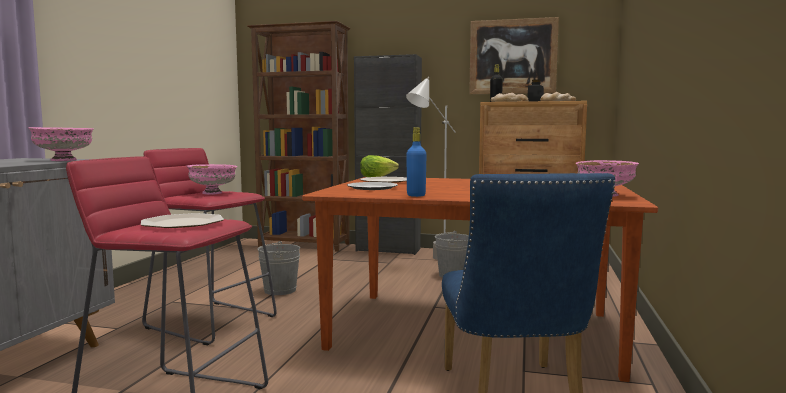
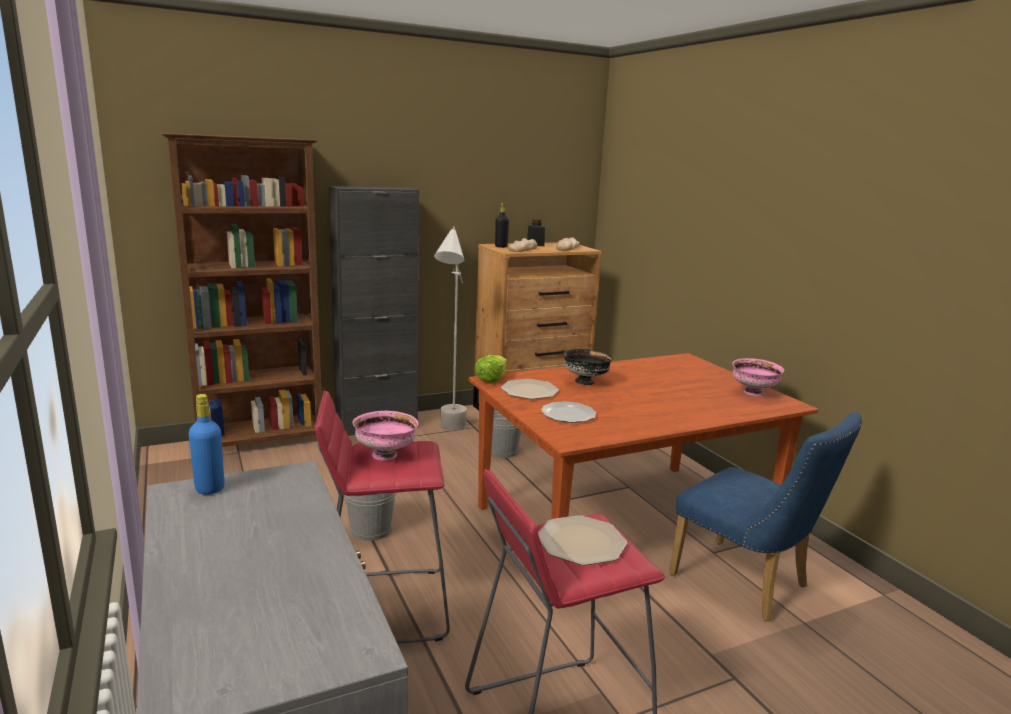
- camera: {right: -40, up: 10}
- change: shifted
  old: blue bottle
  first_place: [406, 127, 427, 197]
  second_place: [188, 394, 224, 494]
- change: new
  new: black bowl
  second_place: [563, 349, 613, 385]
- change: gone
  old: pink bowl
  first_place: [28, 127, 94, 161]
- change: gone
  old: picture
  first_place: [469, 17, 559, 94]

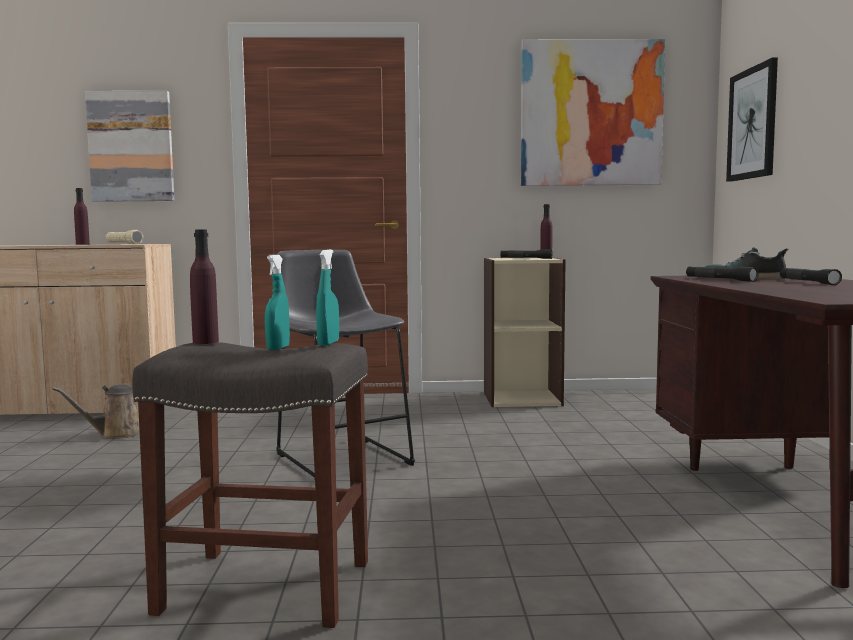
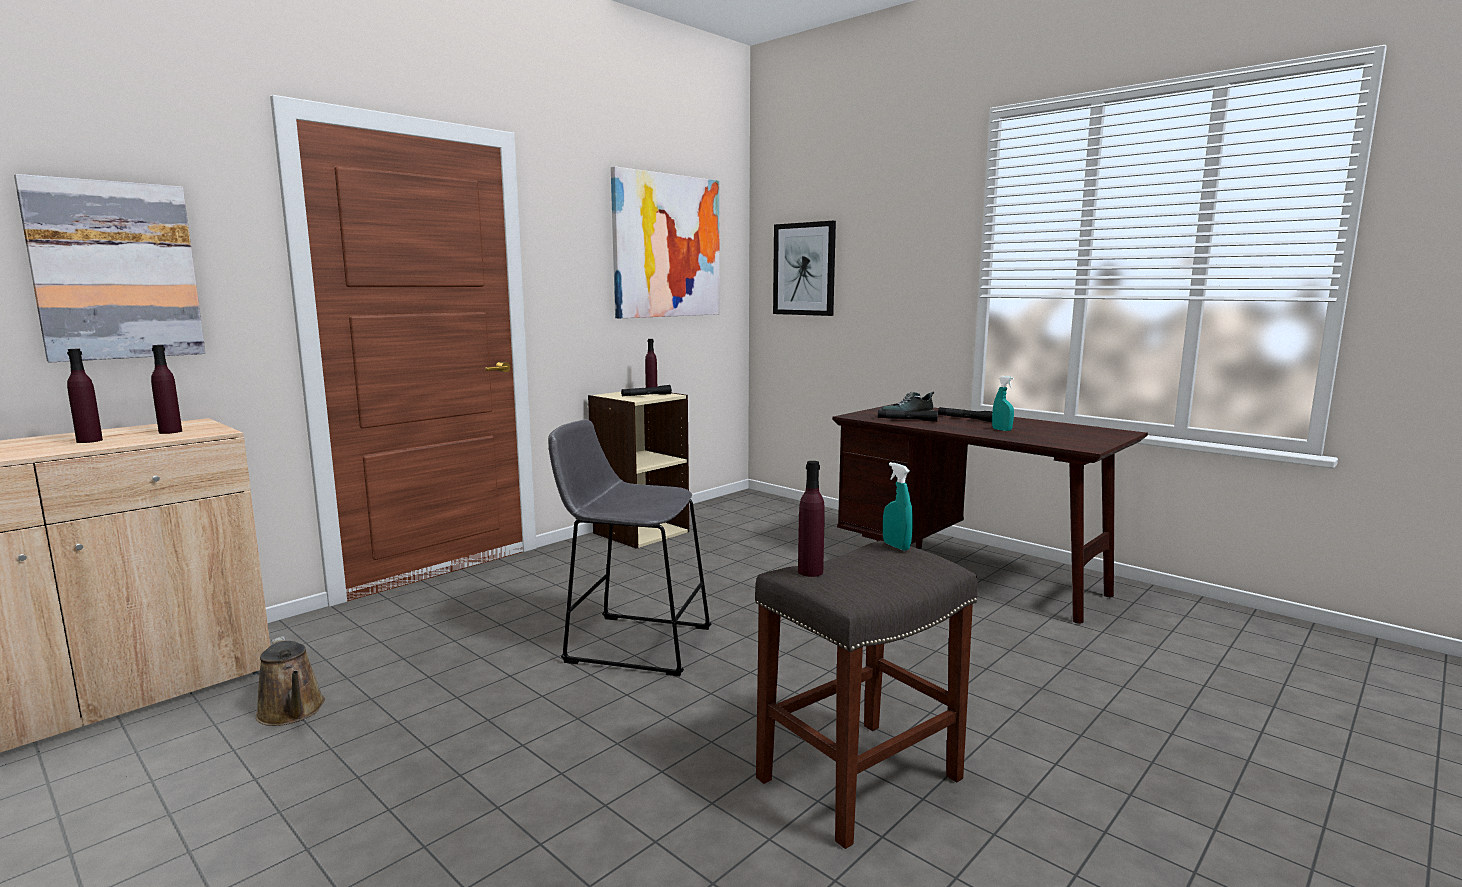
- camera: {right: -45, up: 5}
- change: swapped
  old: beige flashlight
  new: purple bottle
  first_place: [106, 230, 144, 244]
  second_place: [151, 345, 182, 434]
- change: rotated
  old: brown watering can
  first_place: [52, 384, 140, 439]
  second_place: [256, 636, 325, 726]
  degrees: -45
- change: shifted
  old: turquoise spray bottle
  first_place: [265, 255, 290, 350]
  second_place: [992, 376, 1014, 431]

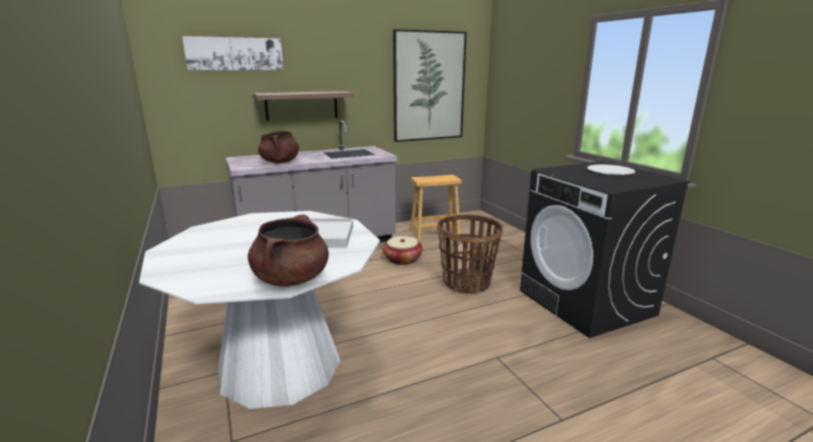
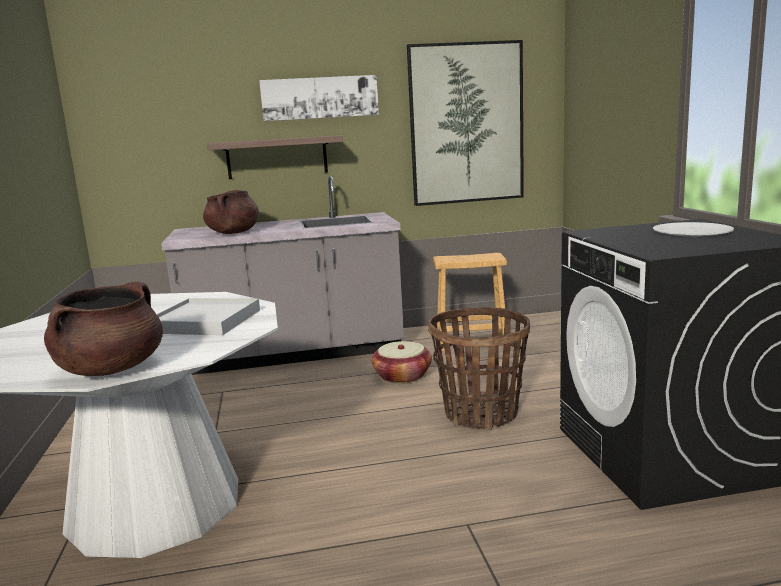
- camera: {right: 15, up: -5}
- change: shifted
  old: picture
  first_place: [182, 36, 283, 70]
  second_place: [259, 75, 379, 121]

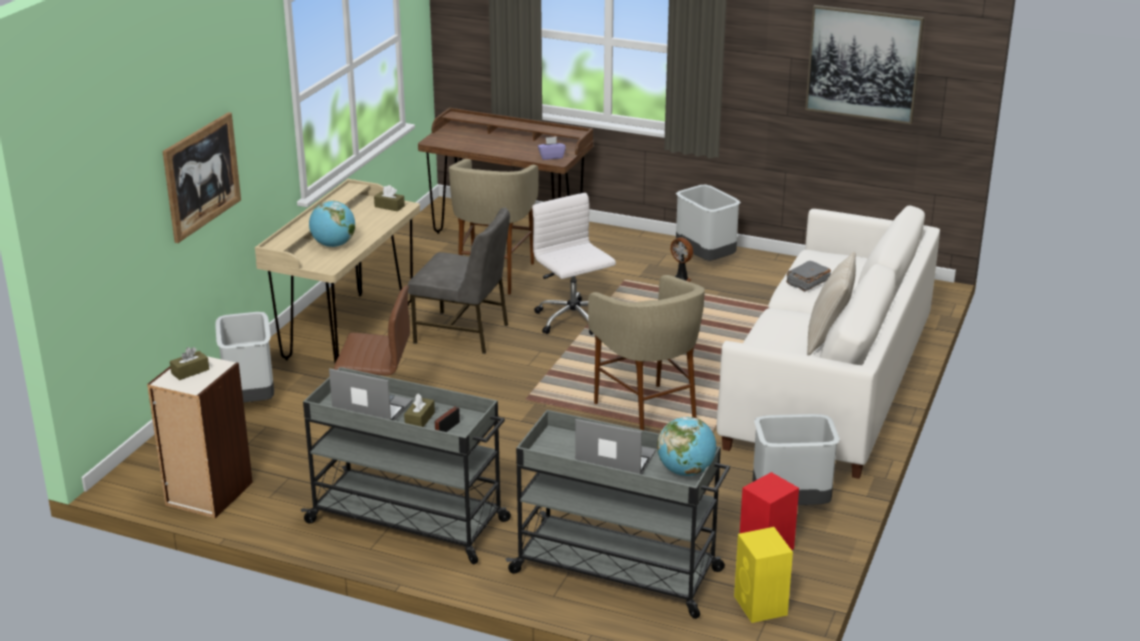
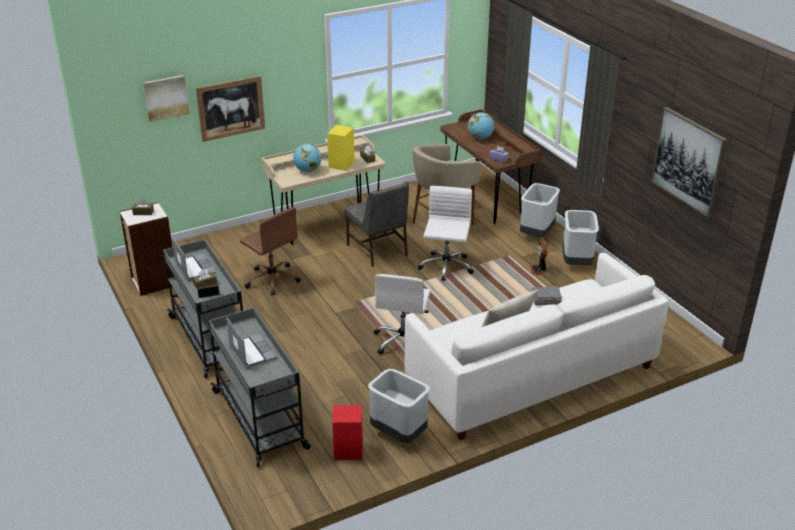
- camera: {right: 40, up: 5}
- change: new
  new: picture
  second_place: [143, 75, 189, 122]
- change: shifted
  old: yellow speaker
  first_place: [734, 527, 793, 623]
  second_place: [327, 125, 355, 171]
- change: swapped
  old: beige stool
  new: white office chair
  first_place: [588, 275, 705, 430]
  second_place: [374, 274, 430, 354]
- change: shifted
  old: globe
  first_place: [657, 417, 716, 476]
  second_place: [468, 113, 494, 139]
- change: shifted
  old: grey trash can
  first_place: [215, 312, 274, 403]
  second_place: [520, 183, 560, 237]

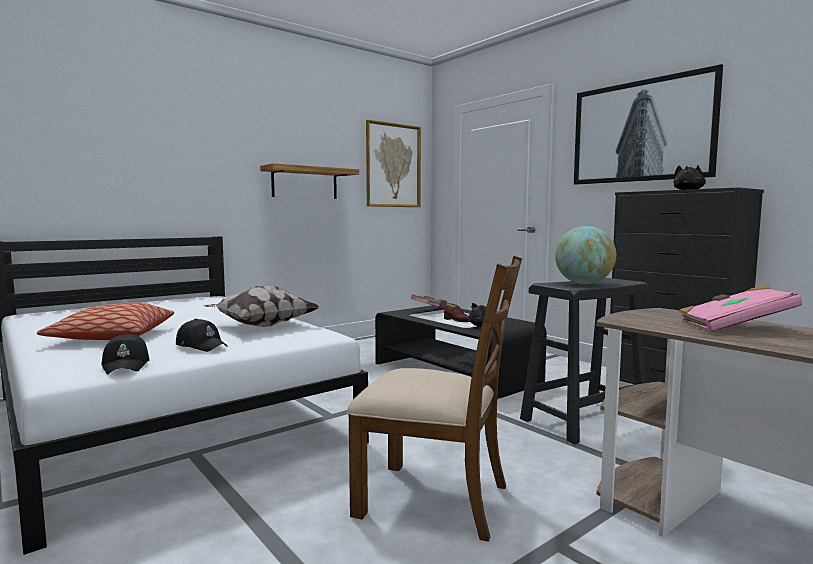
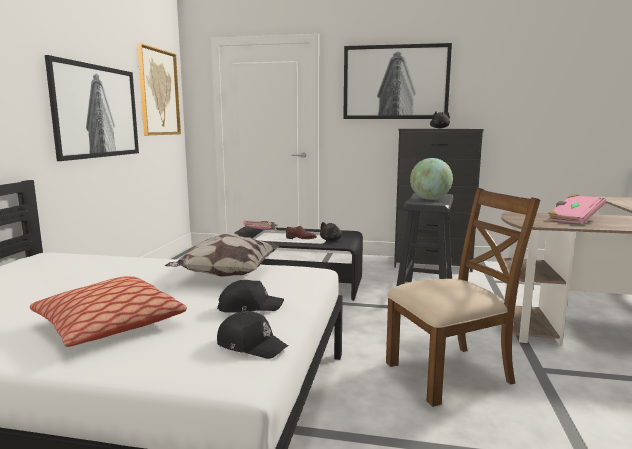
- camera: {right: -40, up: 5}
- change: swapped
  old: shelf
  new: picture
  first_place: [260, 163, 359, 199]
  second_place: [45, 55, 139, 161]

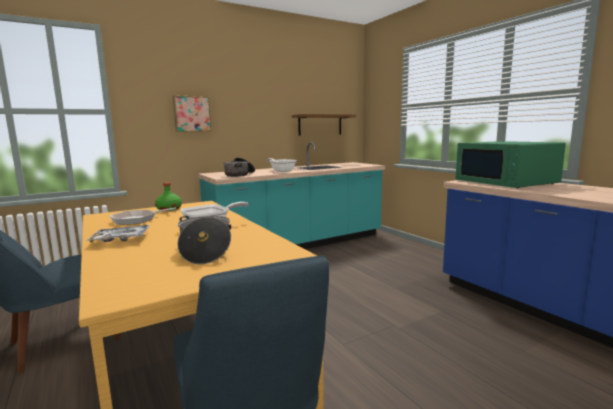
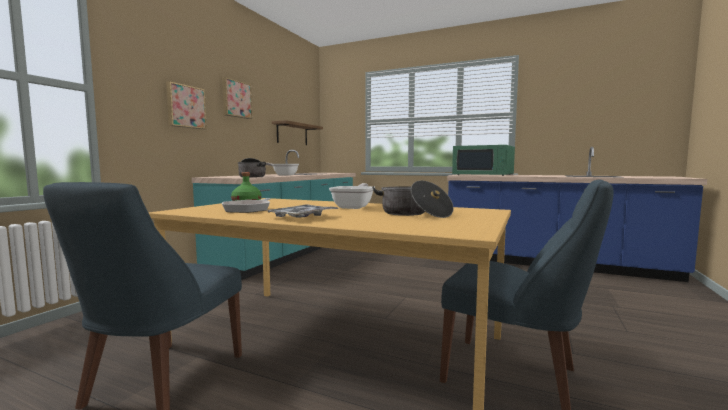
- camera: {right: -35, up: -5}
- change: new
  new: picture
  second_place: [222, 77, 252, 119]

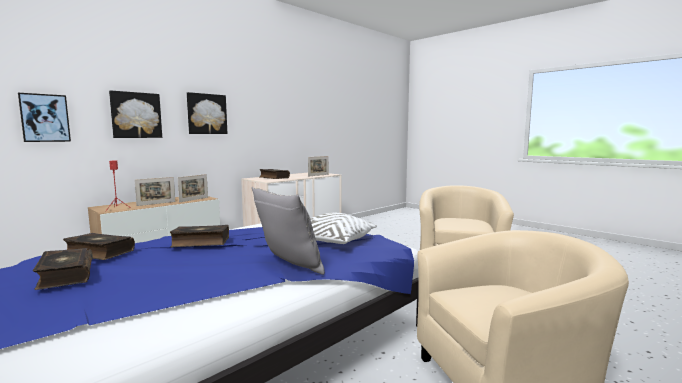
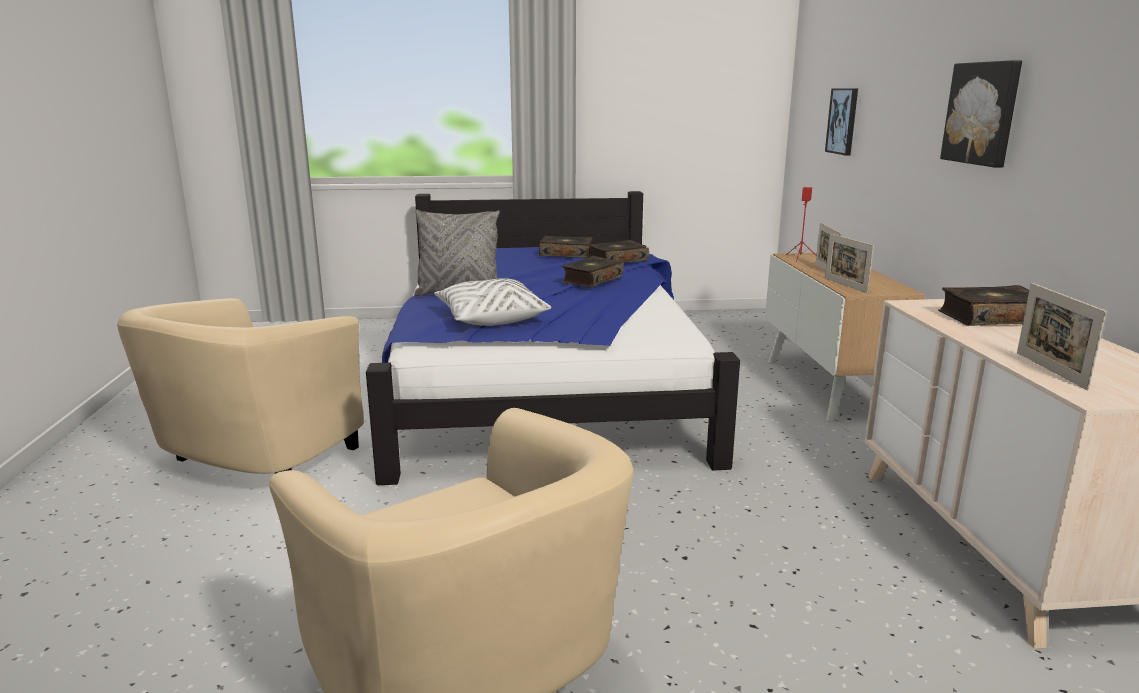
- camera: {right: 130, up: 10}
- change: gone
  old: picture
  first_place: [109, 91, 162, 138]

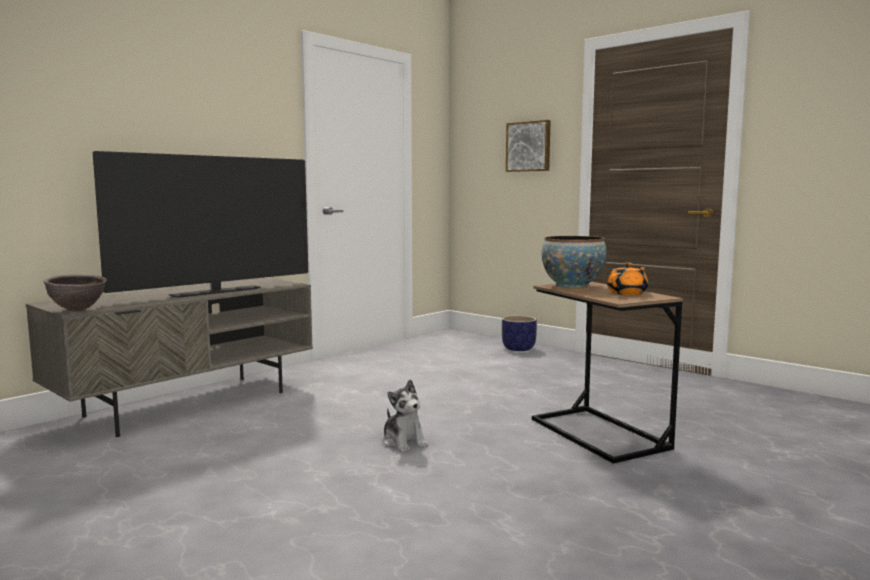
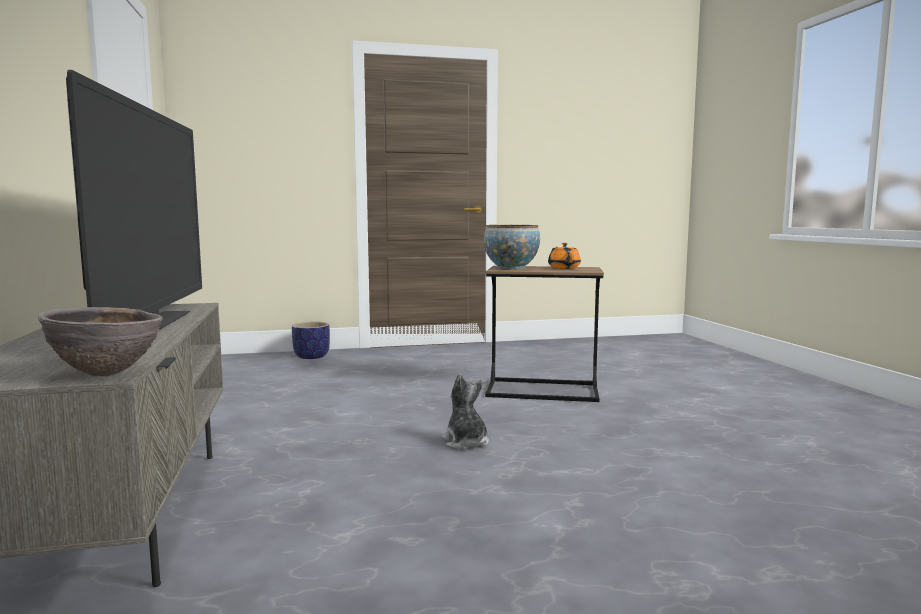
- camera: {right: -55, up: 0}
- change: rotated
  old: plush toy
  first_place: [382, 380, 428, 453]
  second_place: [442, 373, 489, 450]
  degrees: -120
- change: gone
  old: picture
  first_place: [506, 120, 551, 172]

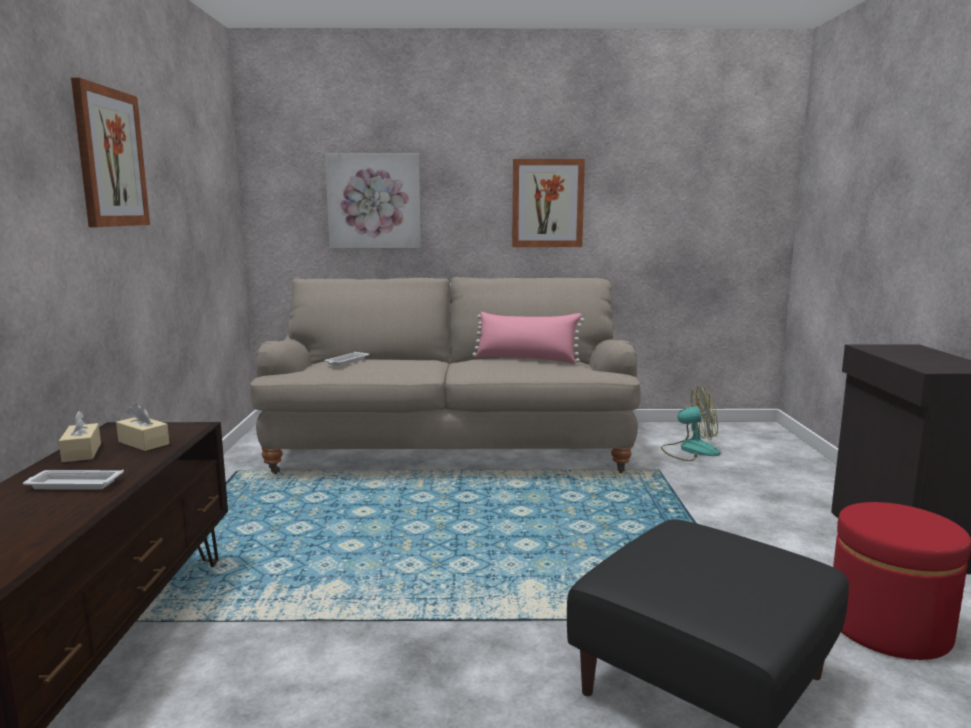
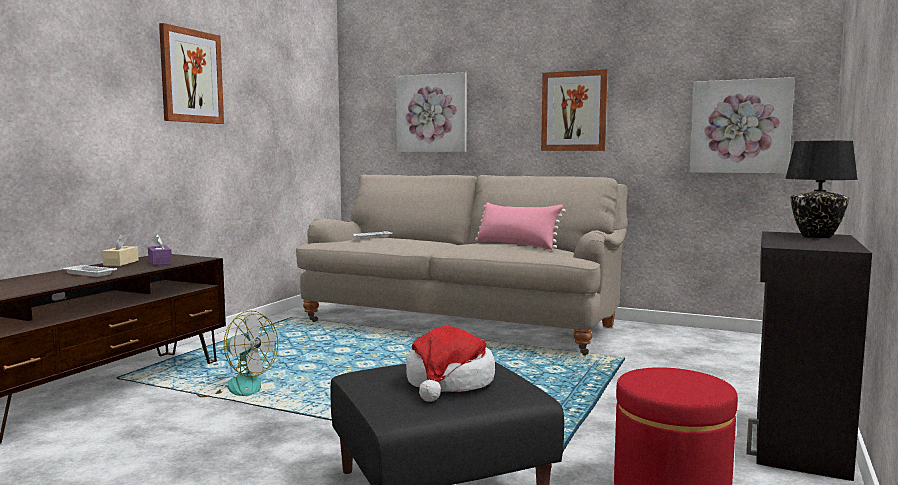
- camera: {right: 25, up: -5}
- change: repainted
  old: beige tissue box
  new: purple tissue box
  first_place: [116, 403, 169, 451]
  second_place: [148, 234, 172, 265]
- change: shifted
  old: fan
  first_place: [661, 386, 720, 461]
  second_place: [197, 310, 278, 397]
- change: new
  new: hat
  second_place: [406, 326, 495, 402]
- change: new
  new: picture
  second_place: [689, 77, 795, 173]
- change: new
  new: black table lamp
  second_place: [785, 141, 858, 238]

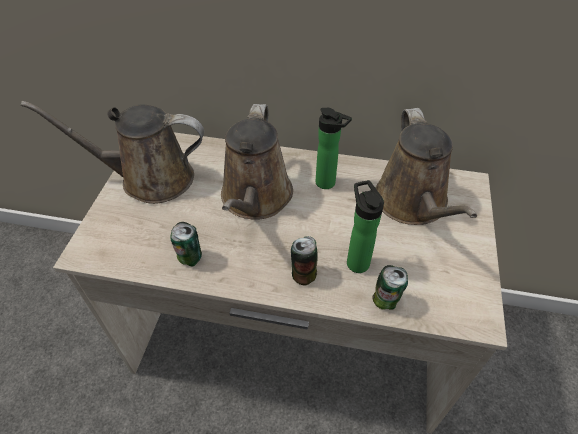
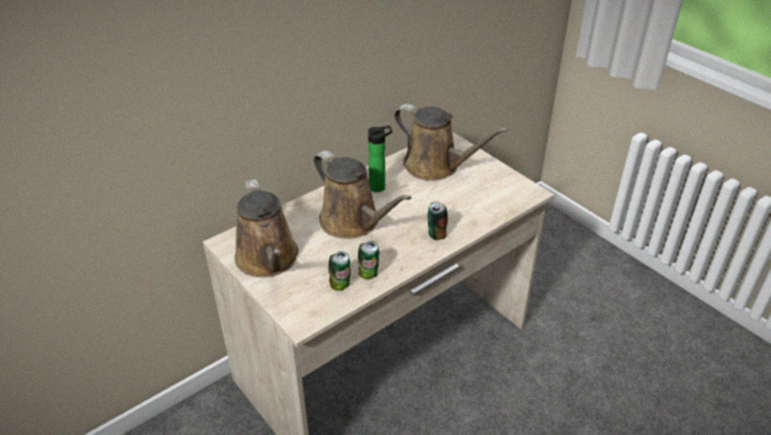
- camera: {right: -50, up: -10}
- change: rotated
  old: brown watering can
  first_place: [21, 101, 204, 204]
  second_place: [234, 179, 298, 277]
  degrees: -60
- change: shifted
  old: can
  first_place: [372, 265, 408, 310]
  second_place: [329, 251, 351, 291]
- change: gone
  old: bottle
  first_place: [347, 180, 384, 273]

